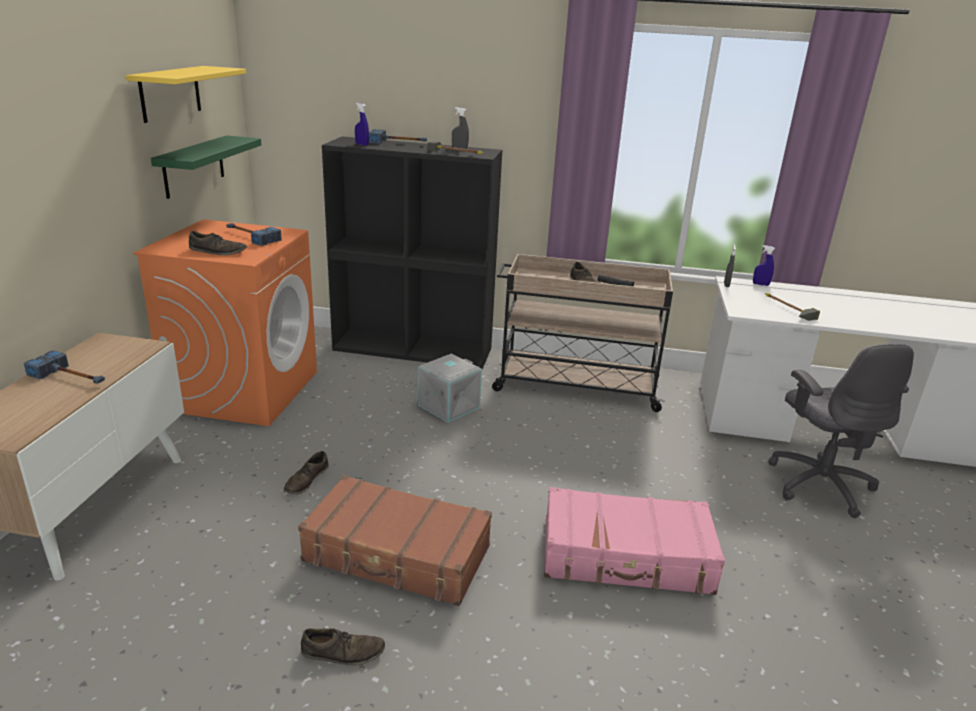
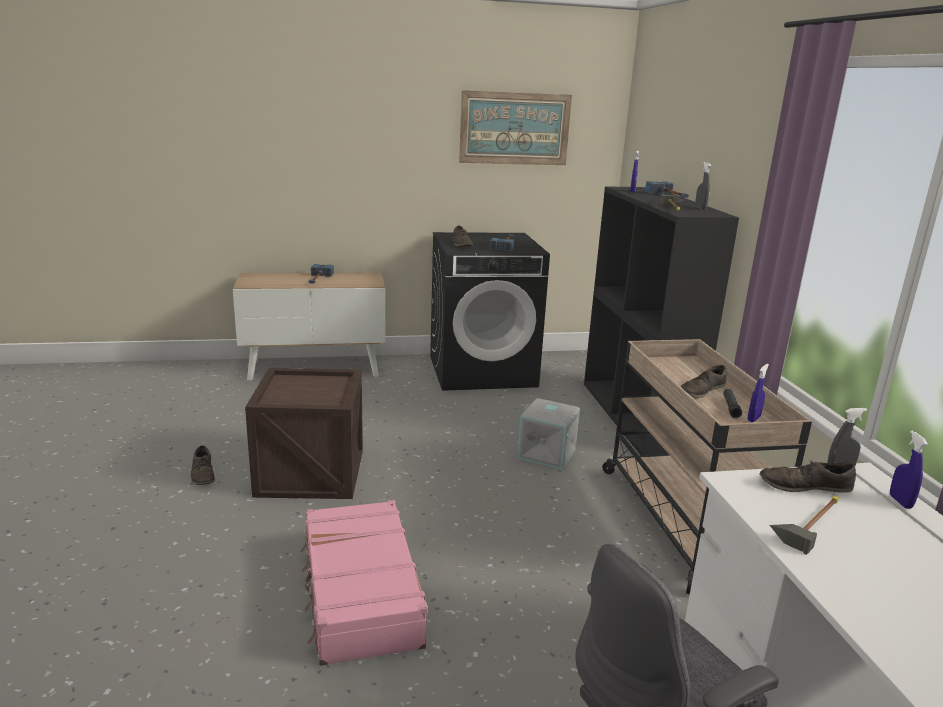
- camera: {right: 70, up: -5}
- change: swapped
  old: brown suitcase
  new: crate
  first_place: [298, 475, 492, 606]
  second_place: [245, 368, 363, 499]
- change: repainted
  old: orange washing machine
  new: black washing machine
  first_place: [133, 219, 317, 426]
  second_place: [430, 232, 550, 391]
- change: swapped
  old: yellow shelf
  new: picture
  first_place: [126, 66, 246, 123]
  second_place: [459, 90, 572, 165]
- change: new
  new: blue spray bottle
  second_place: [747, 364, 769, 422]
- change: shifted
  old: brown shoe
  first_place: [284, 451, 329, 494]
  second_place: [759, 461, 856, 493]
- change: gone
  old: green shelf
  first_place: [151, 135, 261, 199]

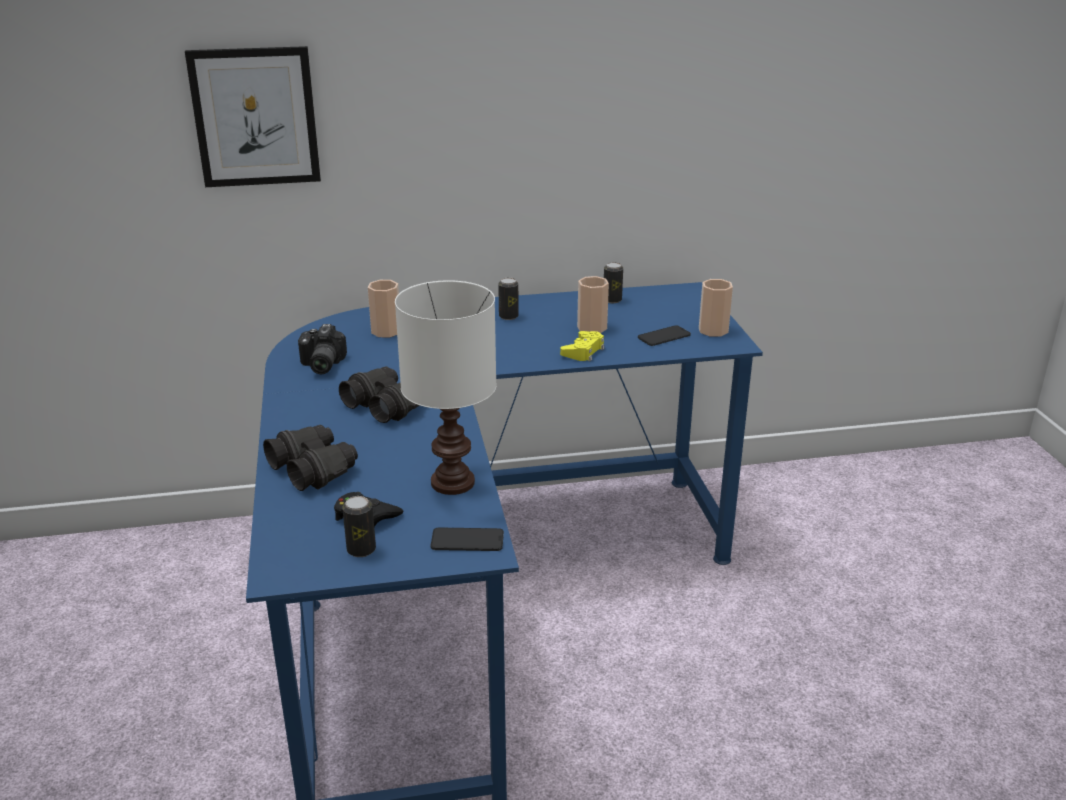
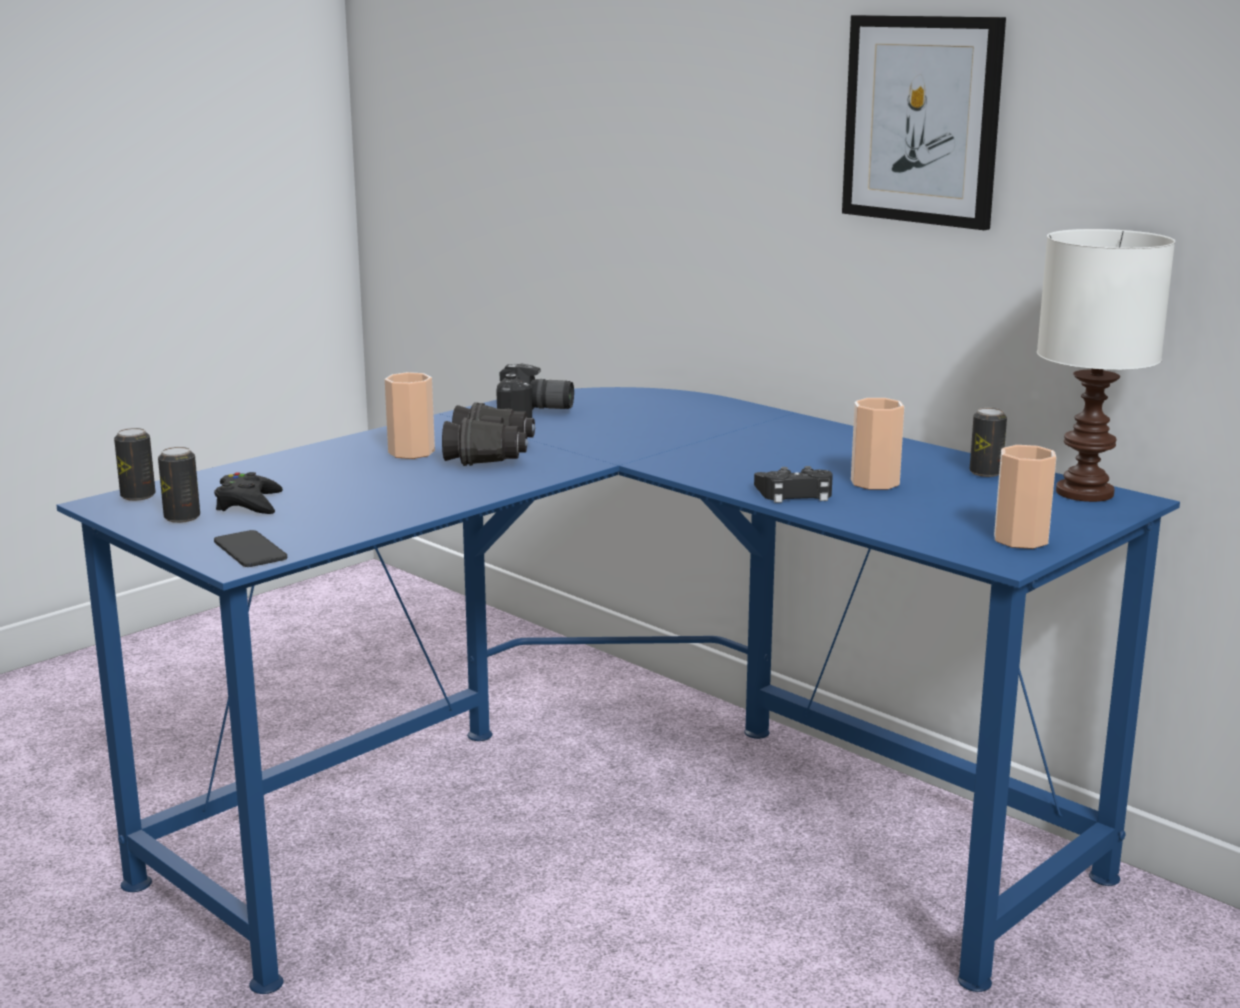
- camera: {right: 55, up: -10}
- change: shifted
  old: can
  first_place: [498, 278, 519, 320]
  second_place: [114, 428, 156, 501]
- change: shifted
  old: cup
  first_place: [368, 280, 399, 338]
  second_place: [385, 372, 435, 459]
- change: rotated
  old: photo camera
  first_place: [298, 324, 347, 374]
  second_place: [496, 363, 574, 418]
  degrees: -135
- change: repainted
  old: yellow game controller
  new: black game controller
  first_place: [560, 331, 604, 361]
  second_place: [754, 466, 833, 503]
- change: shifted
  old: picture
  first_place: [185, 46, 321, 187]
  second_place: [842, 15, 1006, 230]
- change: shifted
  old: white table lamp
  first_place: [395, 280, 497, 495]
  second_place: [1037, 229, 1175, 502]
- change: gone
  old: black binoculars
  first_place: [263, 425, 358, 491]
- change: gone
  old: phone
  first_place: [638, 325, 691, 346]

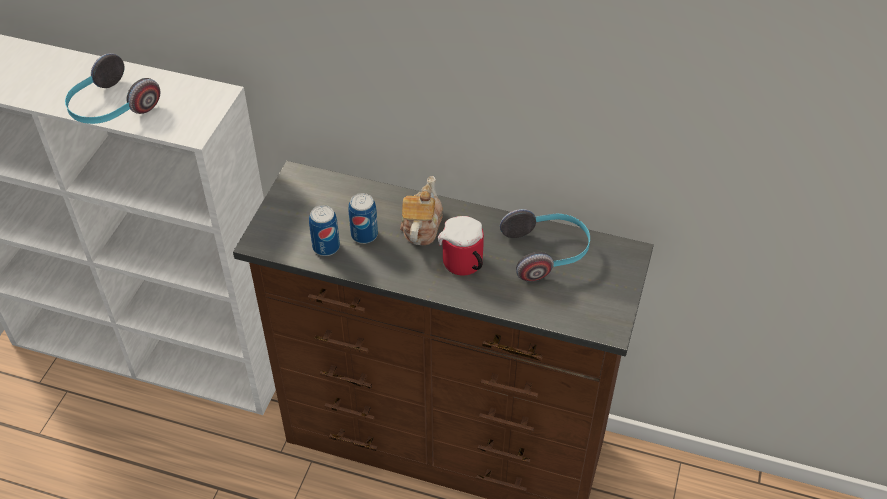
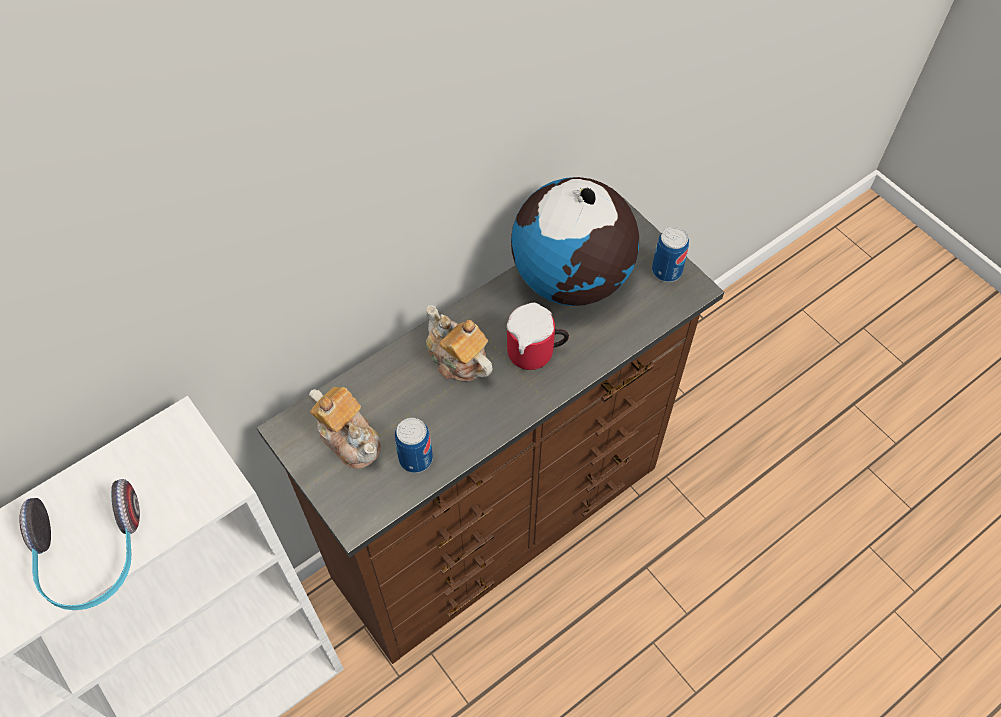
- camera: {right: -55, up: 10}
- change: new
  new: teapot
  second_place: [309, 387, 381, 469]
- change: swapped
  old: headphones
  new: globe
  first_place: [500, 209, 590, 281]
  second_place: [511, 177, 639, 306]
- change: shifted
  old: can
  first_place: [348, 193, 378, 244]
  second_place: [652, 227, 689, 282]

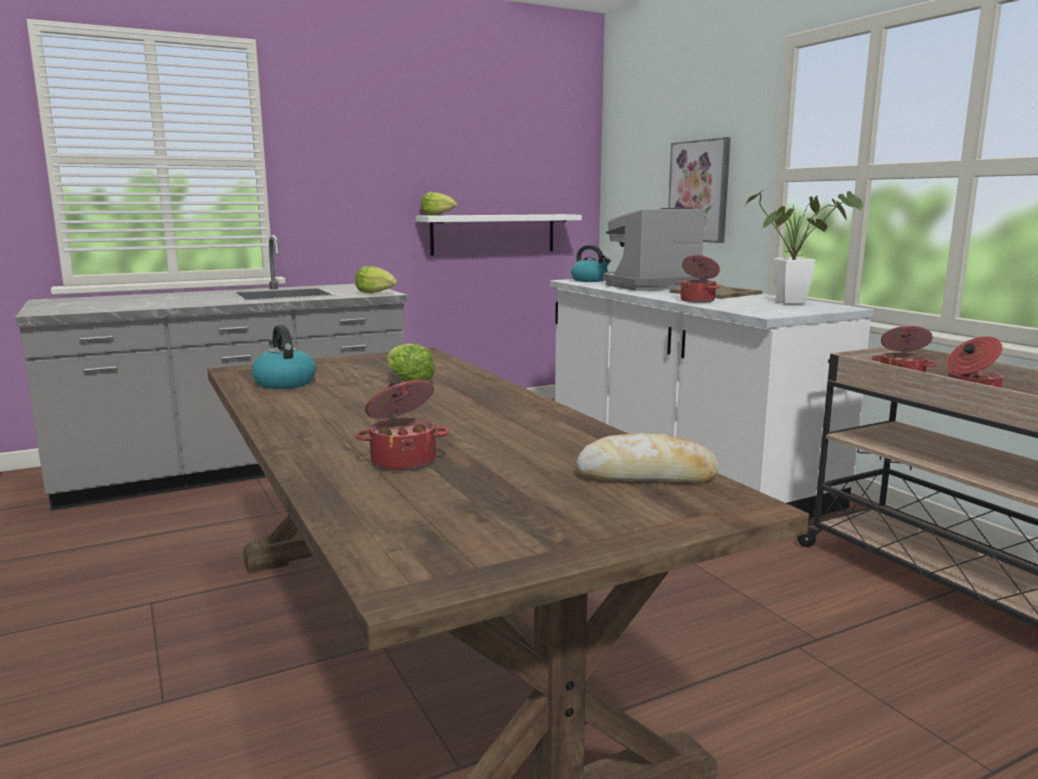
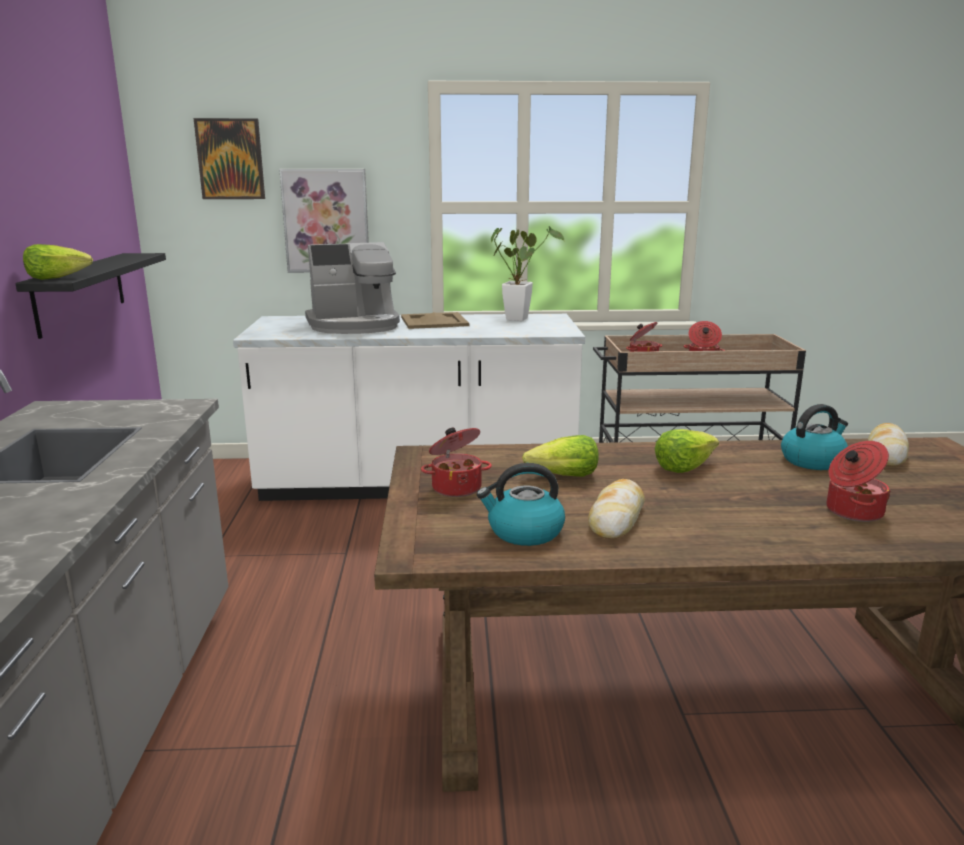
- camera: {right: -65, up: 5}
- change: repainted
  old: white shelf
  new: black shelf
  first_place: [416, 214, 582, 256]
  second_place: [15, 253, 166, 339]
- change: new
  new: picture
  second_place: [193, 118, 265, 199]
- change: rotated
  old: coffee machine
  first_place: [603, 208, 705, 291]
  second_place: [305, 242, 400, 334]
  degrees: -105
- change: shifted
  old: cooking pot
  first_place: [678, 255, 720, 303]
  second_place: [421, 428, 492, 497]
- change: new
  new: bread
  second_place: [588, 479, 645, 539]
- change: shifted
  old: lettuce
  first_place: [355, 266, 397, 293]
  second_place: [655, 429, 719, 473]
- change: shifted
  old: kettle
  first_place: [571, 245, 611, 282]
  second_place: [781, 404, 848, 470]

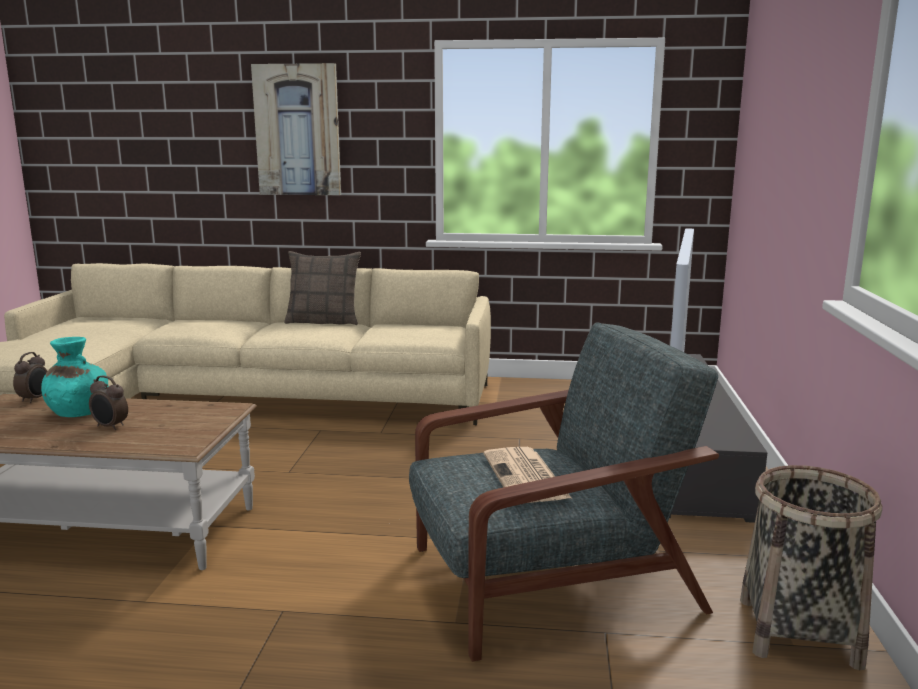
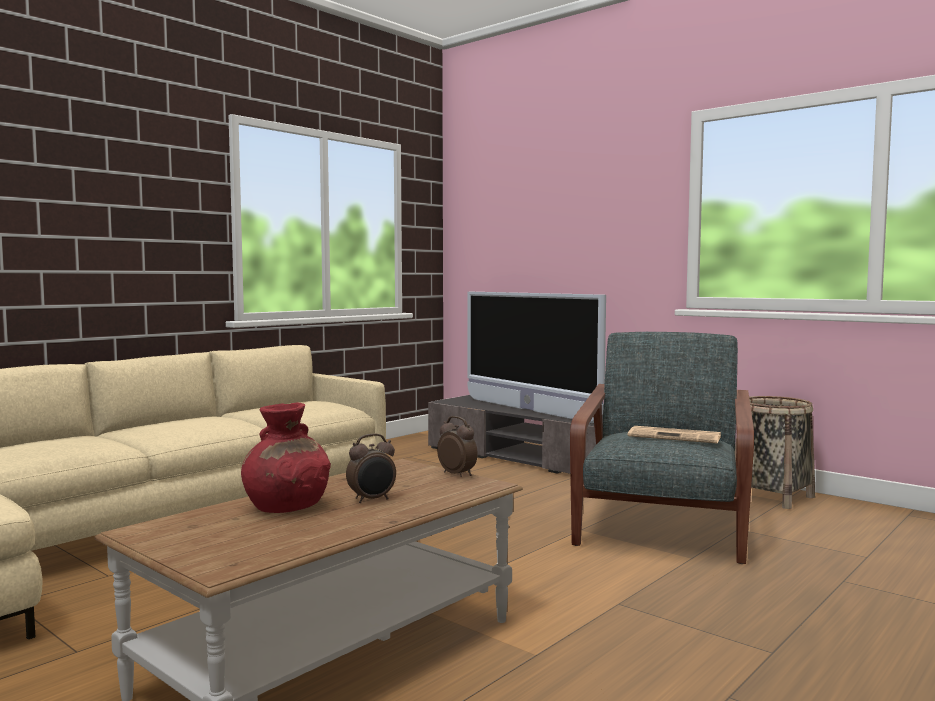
- camera: {right: -55, up: -10}
- change: repainted
  old: turquoise vase
  new: red vase
  first_place: [41, 337, 108, 417]
  second_place: [241, 403, 331, 513]
- change: shifted
  old: alarm clock
  first_place: [13, 352, 47, 403]
  second_place: [437, 416, 478, 477]
- change: gone
  old: picture
  first_place: [251, 63, 341, 195]
- change: gone
  old: pillow
  first_place: [284, 251, 361, 325]

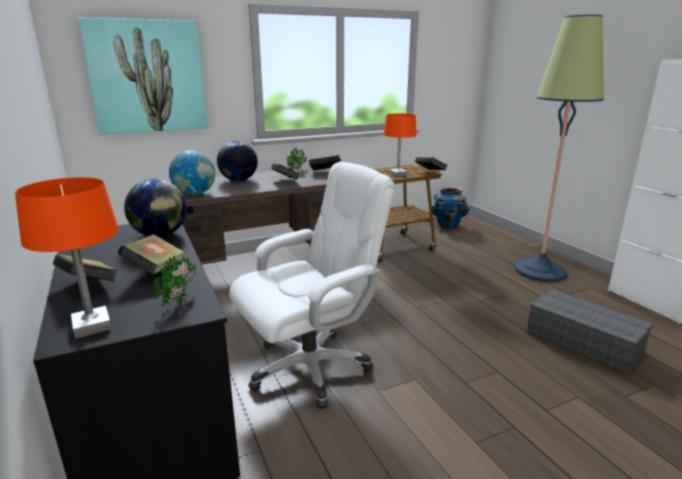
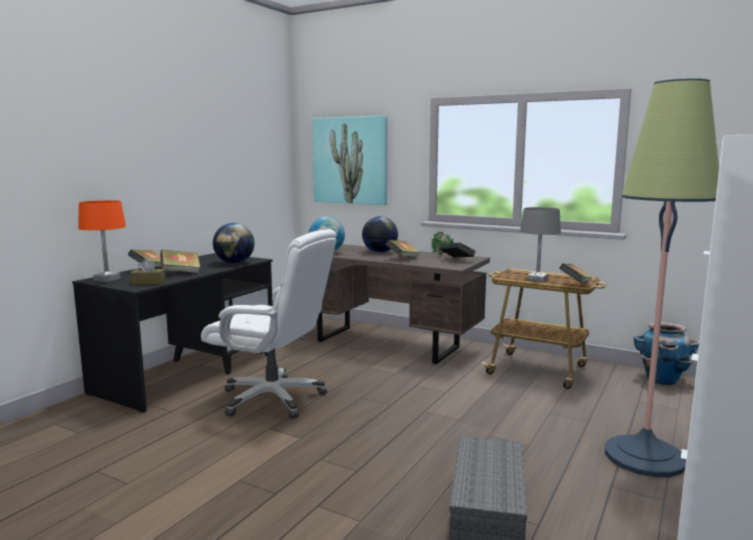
- camera: {right: 55, up: -10}
- change: swapped
  old: potted plant
  new: brown tissue box
  first_place: [153, 255, 196, 306]
  second_place: [130, 259, 166, 285]
- change: repainted
  old: orange table lamp
  new: grey table lamp
  first_place: [384, 113, 417, 177]
  second_place: [520, 207, 561, 282]

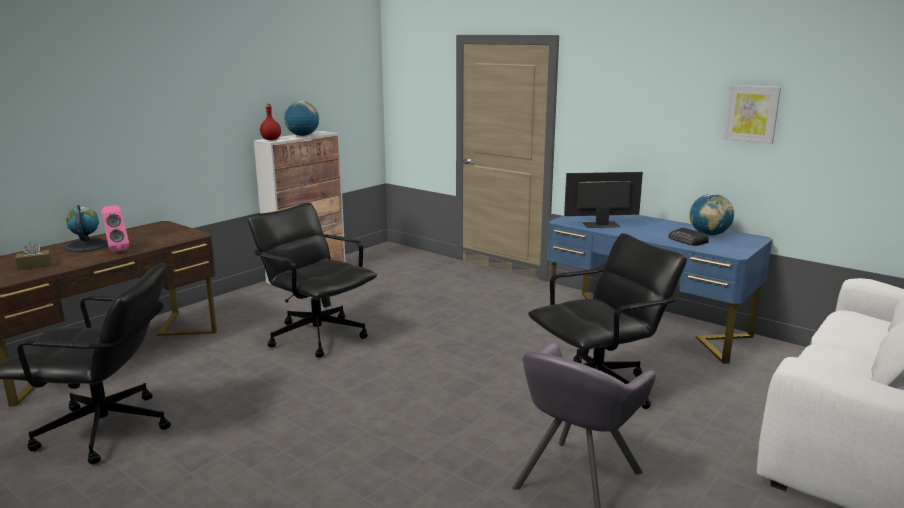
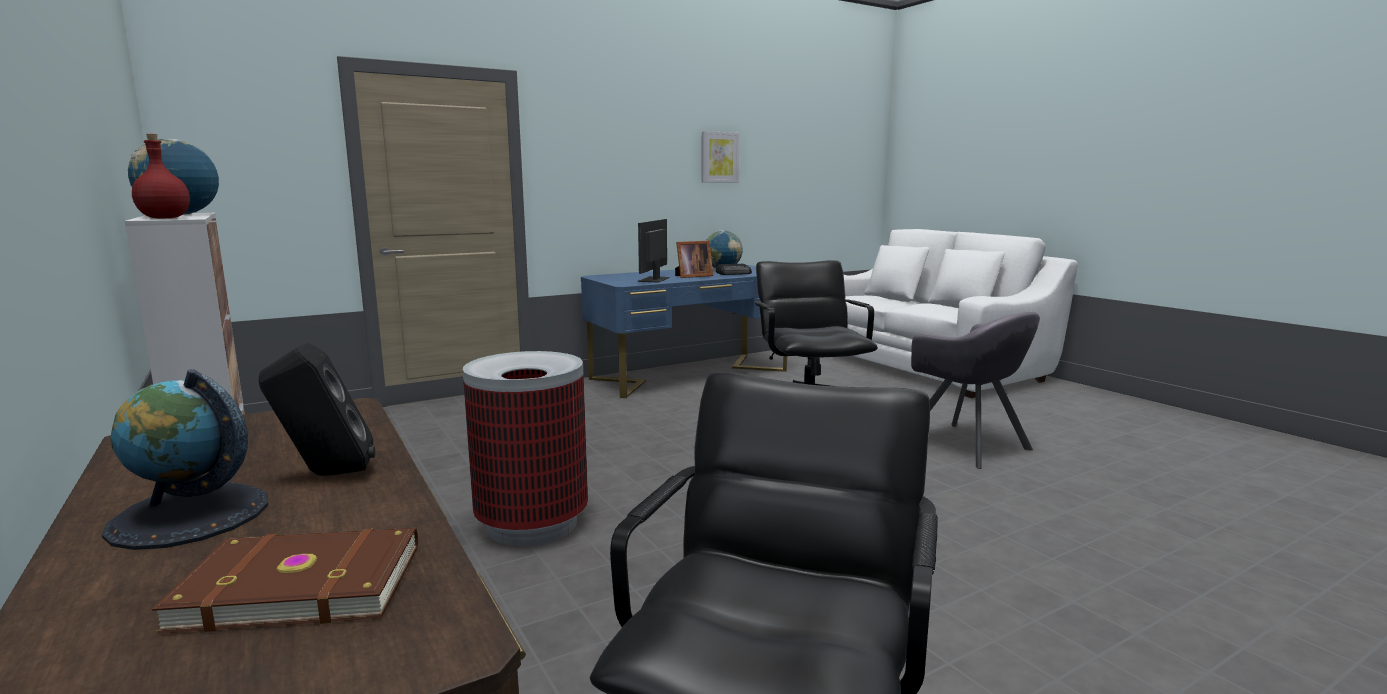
- camera: {right: -70, up: -5}
- change: swapped
  old: brown tissue box
  new: brown book
  first_place: [15, 242, 52, 270]
  second_place: [151, 528, 418, 634]
- change: repainted
  old: pink speaker
  new: black speaker
  first_place: [102, 205, 129, 252]
  second_place: [259, 343, 375, 476]
- change: swapped
  old: black office chair
  new: trash can
  first_place: [248, 203, 377, 358]
  second_place: [463, 351, 588, 546]
- change: new
  new: picture frame
  second_place: [675, 241, 714, 278]

